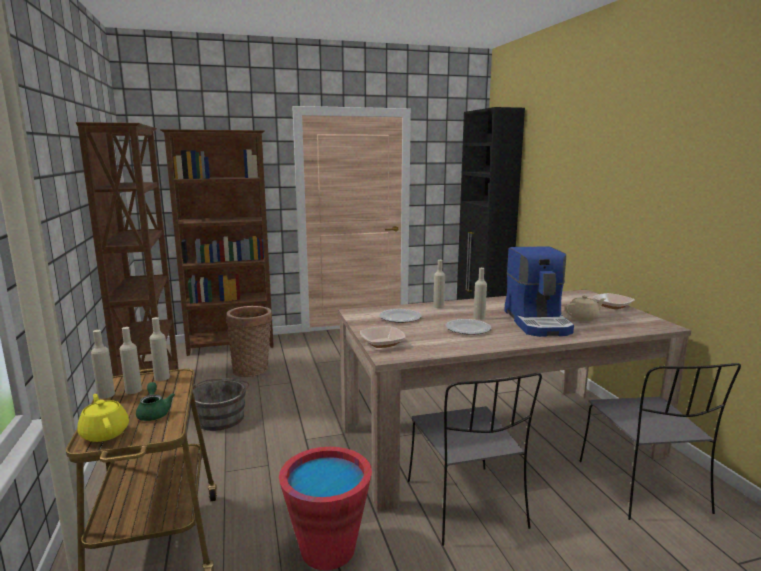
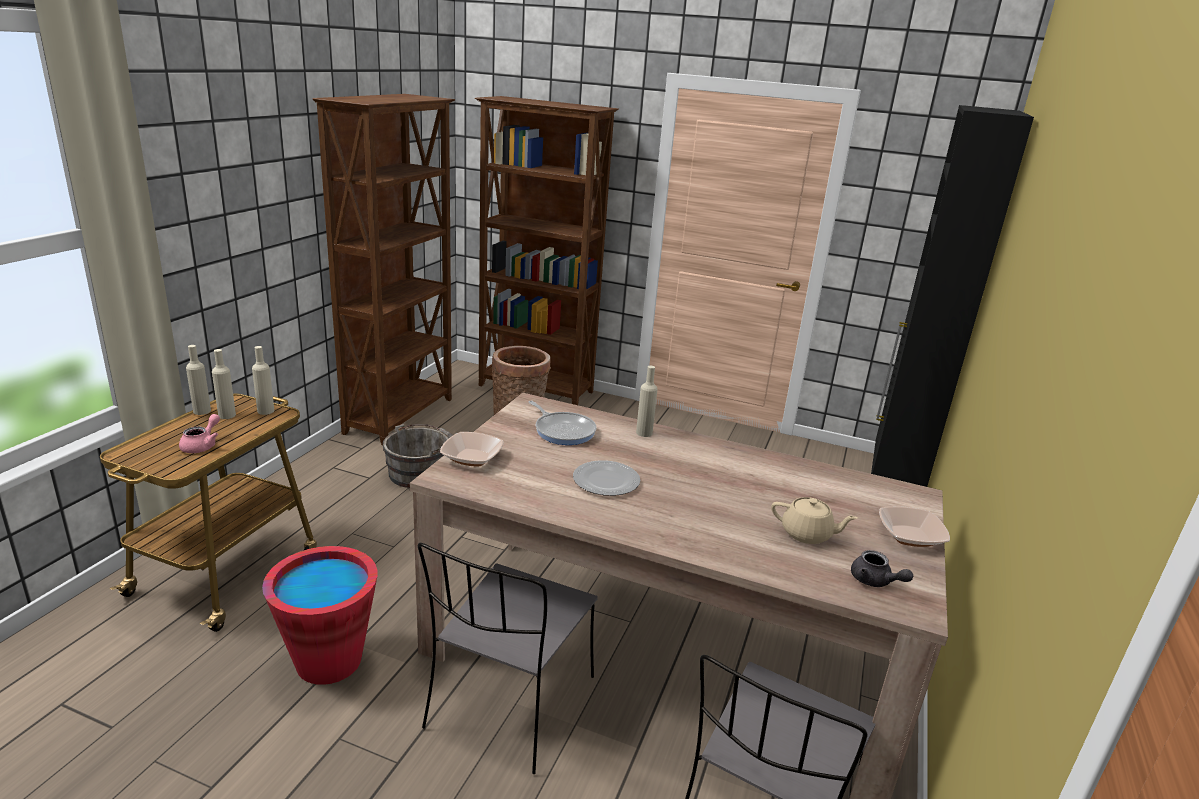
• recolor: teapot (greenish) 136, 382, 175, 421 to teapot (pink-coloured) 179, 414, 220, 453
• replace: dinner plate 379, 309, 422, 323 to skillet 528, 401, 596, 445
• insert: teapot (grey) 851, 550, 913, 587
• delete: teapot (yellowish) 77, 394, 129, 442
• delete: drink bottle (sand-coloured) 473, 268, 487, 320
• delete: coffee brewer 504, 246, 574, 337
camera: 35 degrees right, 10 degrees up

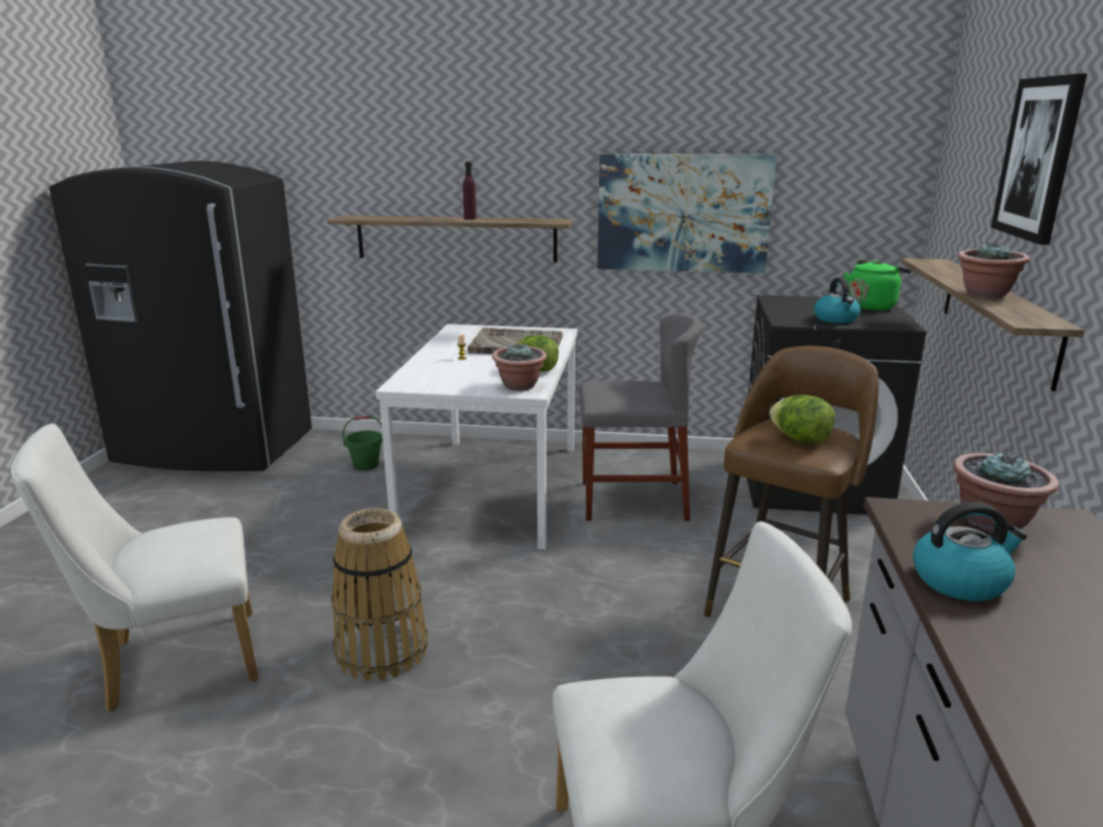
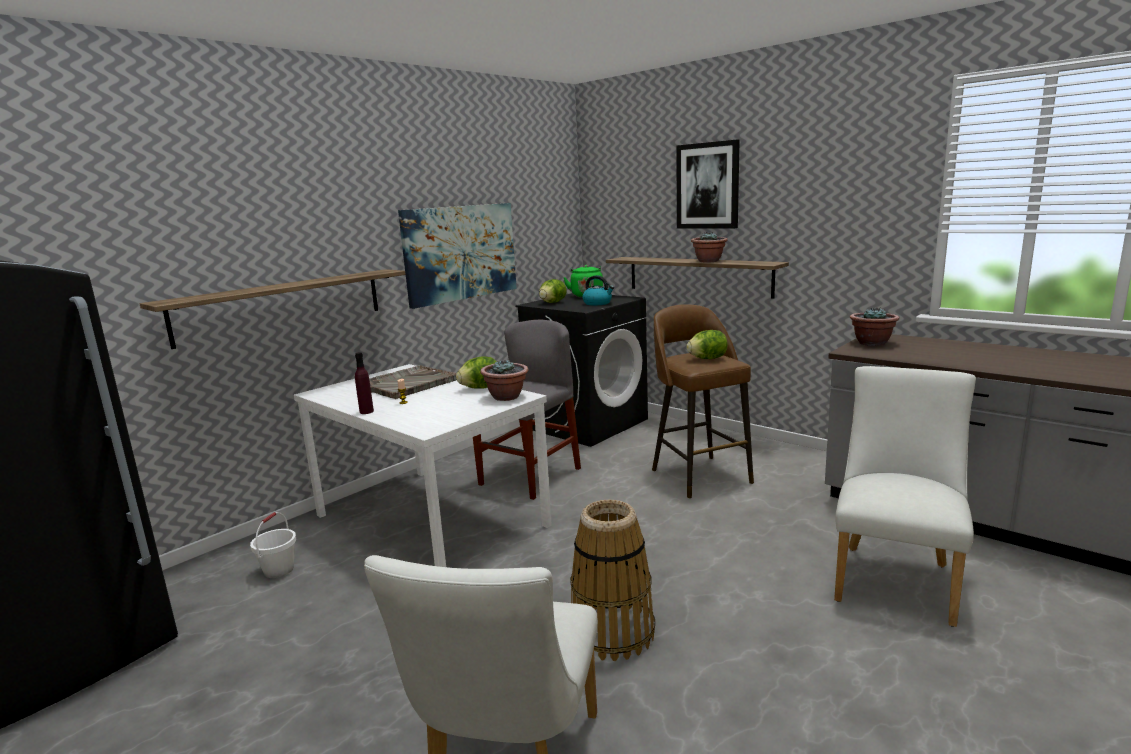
• recolor: water bucket (greenish) 343, 416, 383, 471 to water bucket (white) 250, 512, 296, 578
• move: drink bottle (purplish) 463, 162, 476, 220 to 355, 352, 374, 414
• insert: lettuce 539, 279, 567, 303
• delete: kettle 913, 502, 1027, 601
camera: 55 degrees left, 5 degrees down

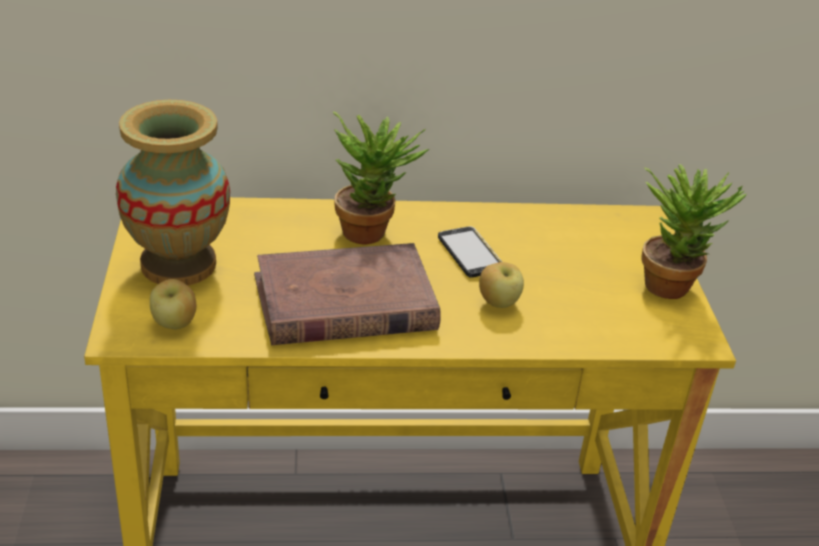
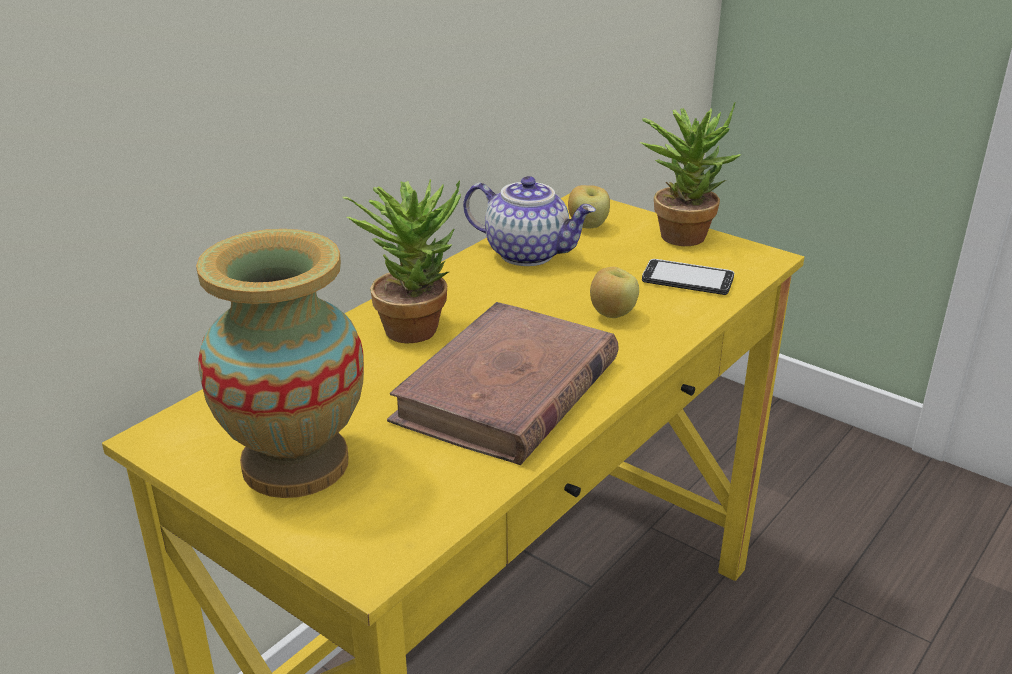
• insert: teapot 463, 176, 596, 266
• move: apple 150, 279, 197, 329 to 568, 185, 610, 229
• move: telephone 438, 226, 502, 278 to 642, 259, 734, 295
camera: 45 degrees left, 5 degrees down

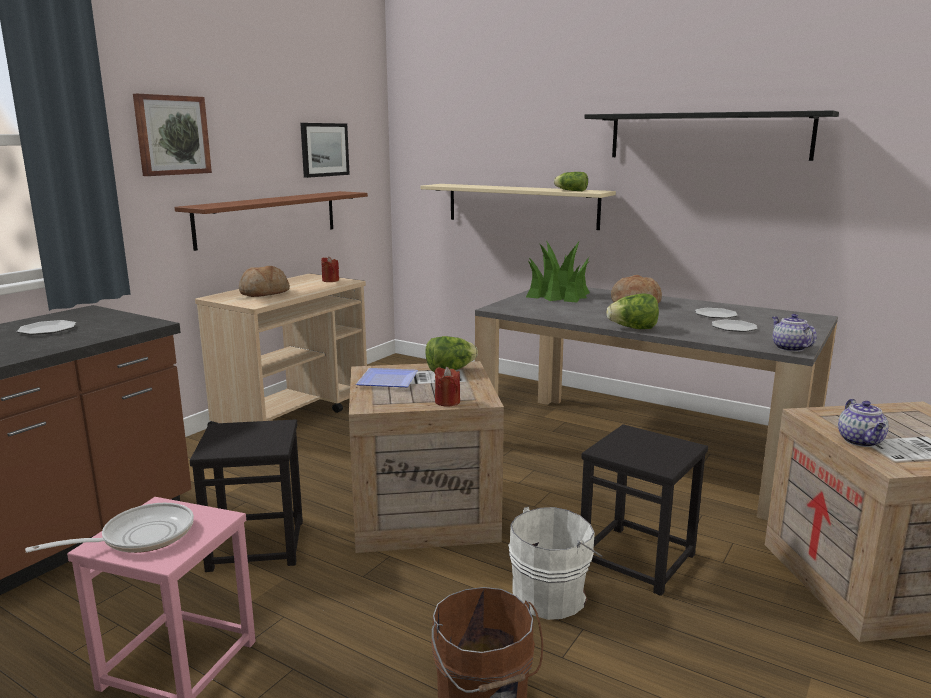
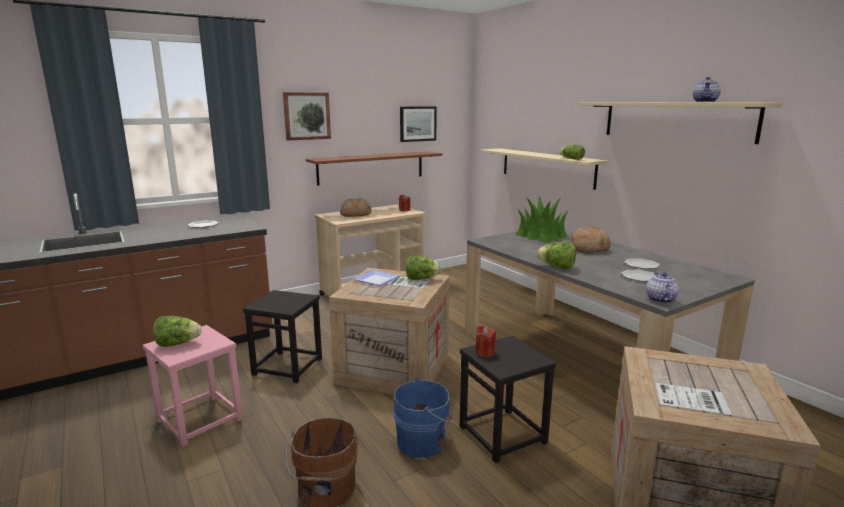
• replace: skillet 25, 503, 194, 553 to lettuce 153, 316, 202, 347
• recolor: water bucket (white) 508, 507, 603, 620 to water bucket (bluish) 393, 378, 453, 458
• move: wax candle (reddish) 434, 367, 460, 407 to 475, 325, 496, 357
• recolor: wall shelf (blackish) 584, 110, 839, 161 to wall shelf (sand-coloured) 580, 102, 783, 144
• move: teapot 838, 399, 889, 447 to 693, 77, 721, 102
camera: 25 degrees right, 0 degrees up

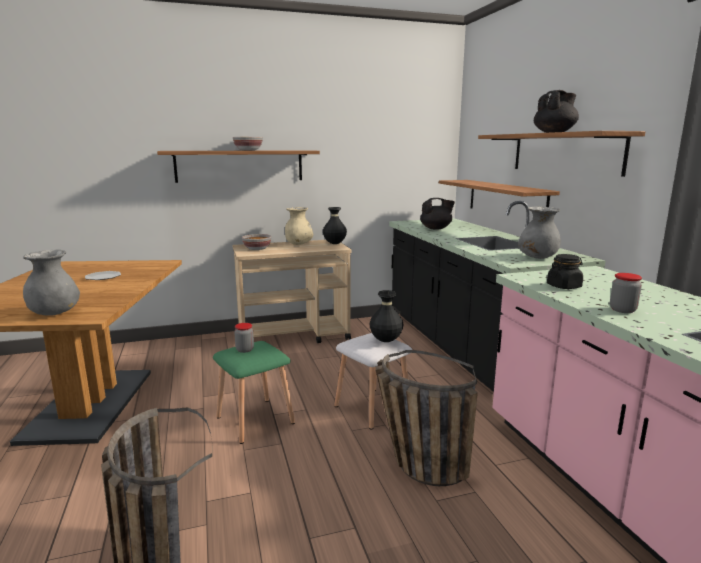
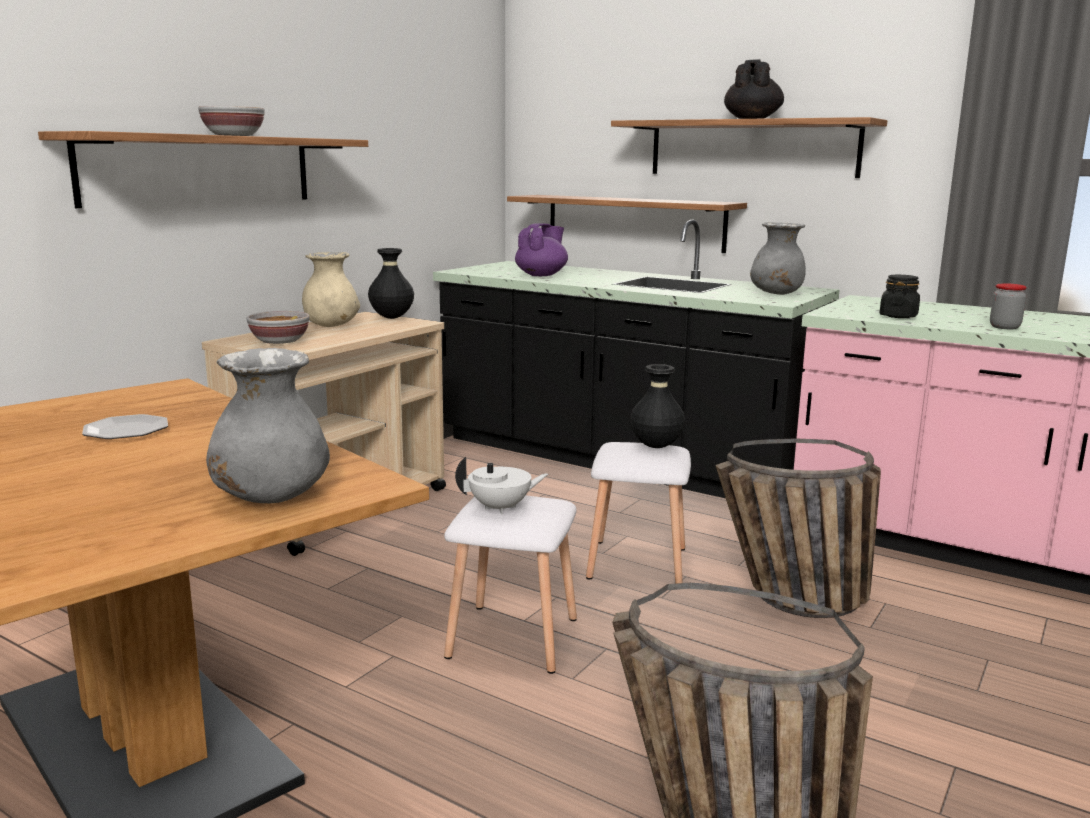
• recolor: stool seat (greenish) 213, 341, 295, 444 to stool seat (white) 444, 495, 577, 674
• replace: storage jar 234, 323, 254, 353 to teapot (white) 455, 457, 548, 515
• recolor: teapot (blackish) 420, 198, 455, 230 to teapot (purplish) 515, 223, 568, 276
camera: 40 degrees left, 0 degrees up

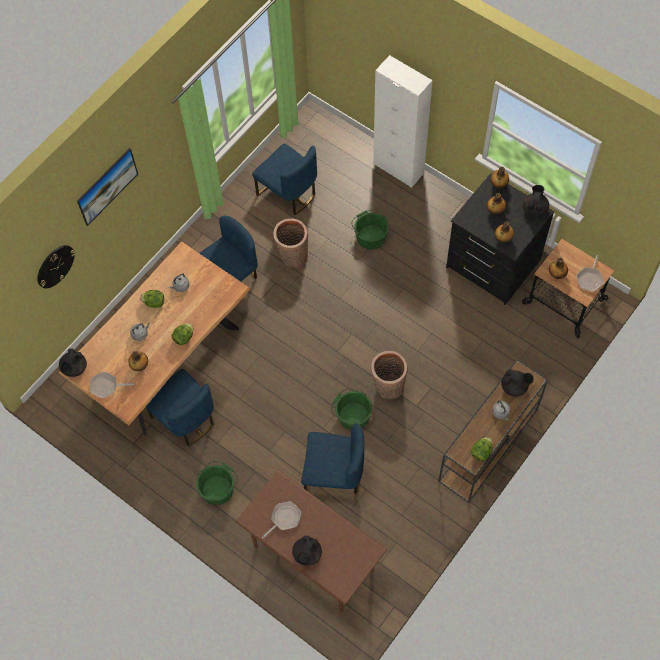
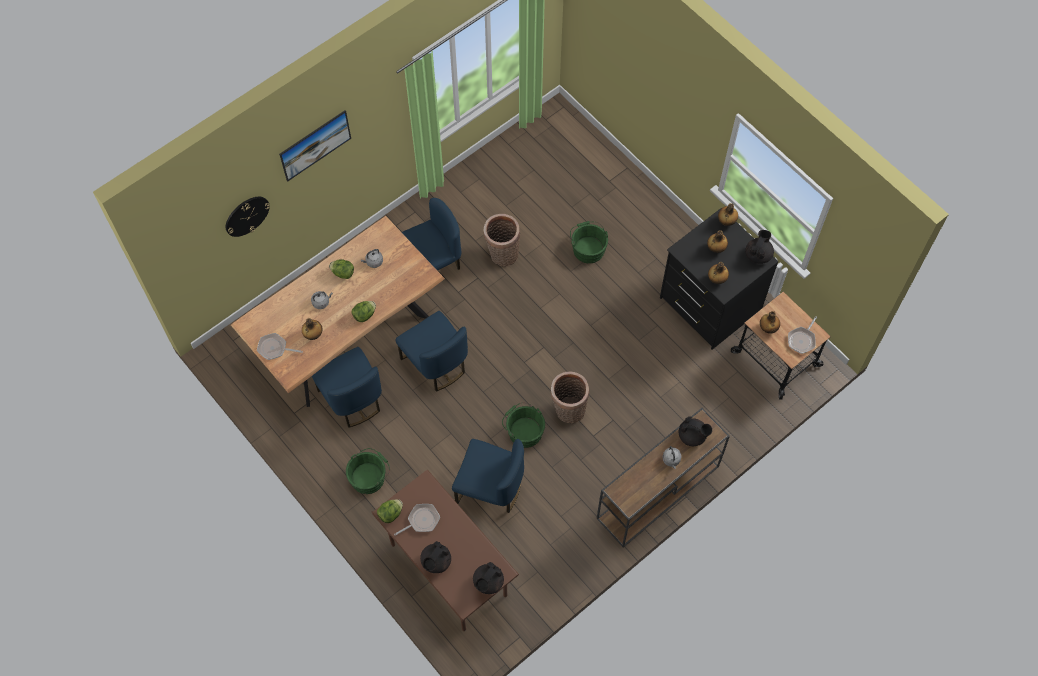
• move: lettuce 471, 437, 493, 461 to 377, 499, 403, 523
• move: upright chair (bluish) 252, 144, 317, 215 to 395, 311, 468, 392
• move: teapot (blackish) 59, 348, 87, 377 to 473, 562, 504, 594
• delete: cupboard (white) 373, 55, 433, 188
camera: 10 degrees right, 0 degrees up

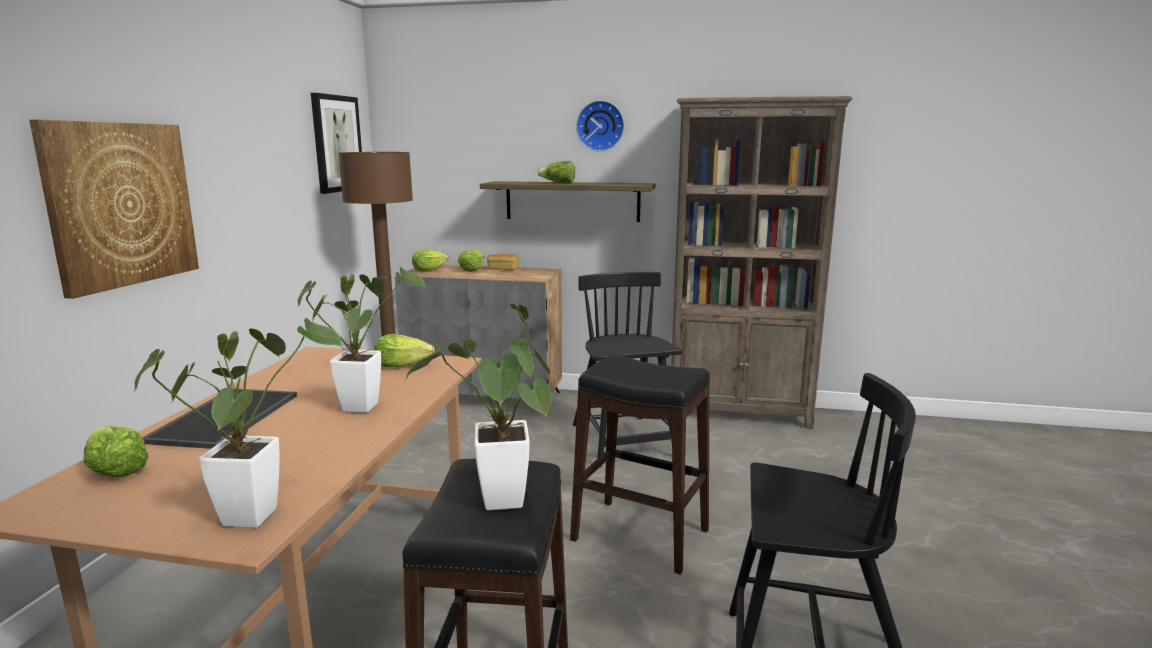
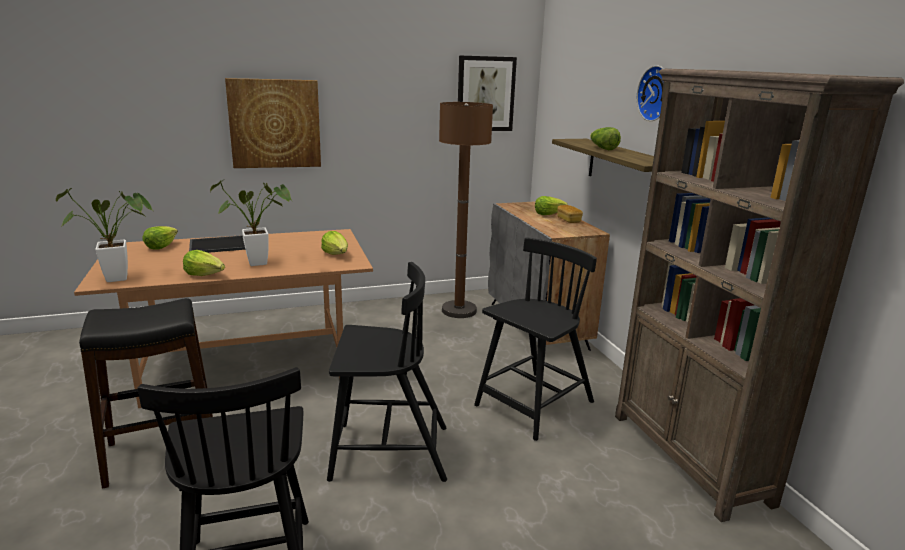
• move: lettuce 412, 250, 448, 271 to 183, 250, 225, 276
• replace: stool seat (blackish) 570, 354, 710, 575 to upright chair (blackish) 327, 262, 447, 482
• delete: plant in a pot 406, 303, 552, 510
camera: 60 degrees right, 5 degrees up

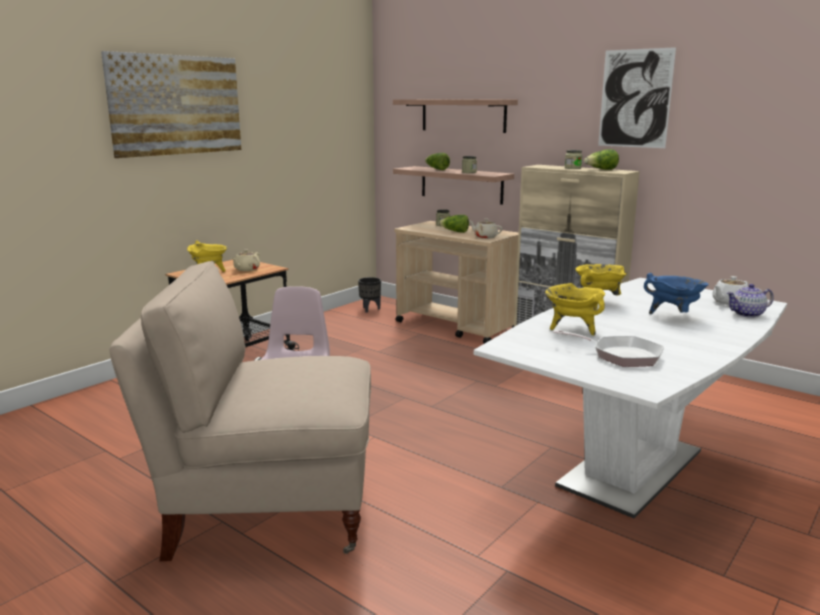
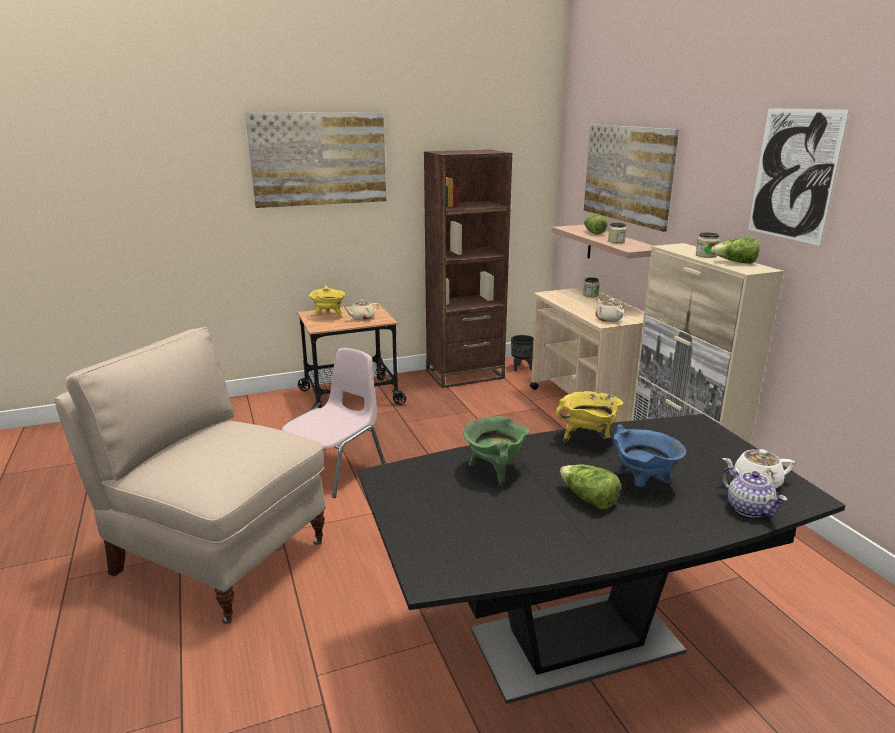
• recolor: dinner table (white) 474, 278, 787, 518 to dinner table (blackish) 357, 414, 846, 704
• insert: shelving unit (brownish) 424, 150, 512, 388
• recolor: cooking pot (yellowish) 545, 283, 605, 335 to cooking pot (greenish) 463, 416, 530, 487
• move: lettuce 439, 215, 469, 233 to 560, 465, 621, 509
• replace: wall shelf 393, 99, 518, 133 to picture 584, 124, 679, 232
• rotate: teapot 727, 284, 774, 318 = 722, 467, 787, 518 135 degrees counterclockwise
• delete: skillet 553, 330, 663, 367
camera: 30 degrees right, 5 degrees up

